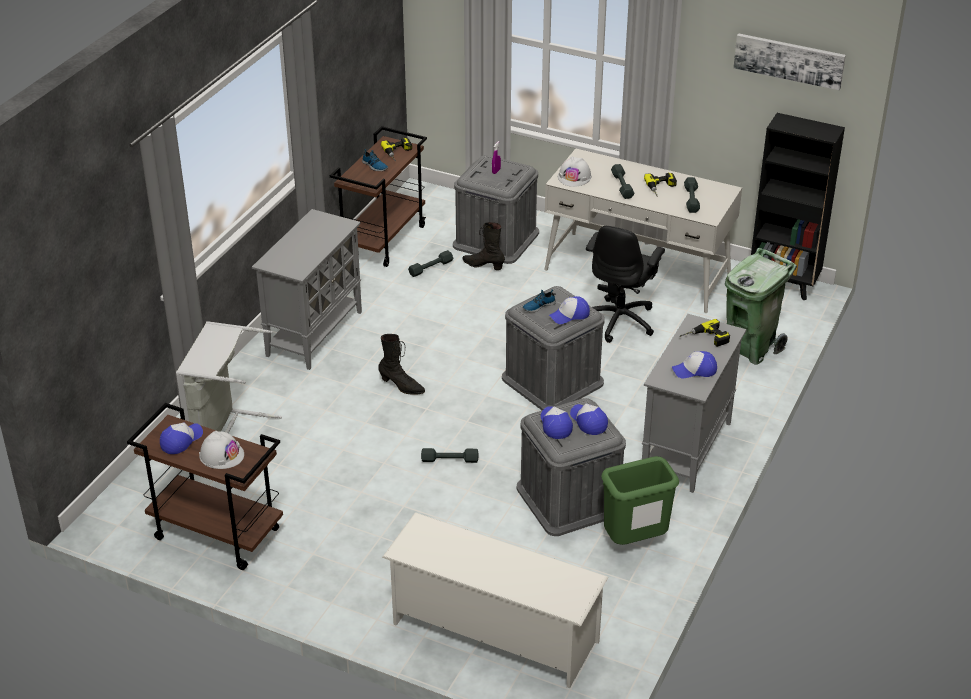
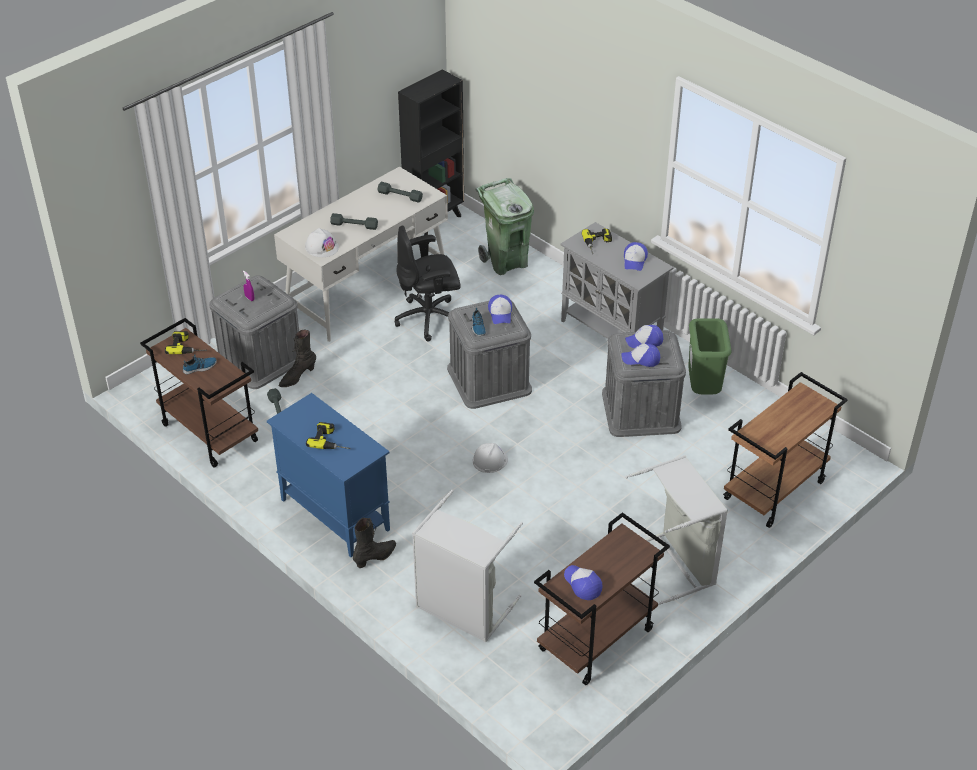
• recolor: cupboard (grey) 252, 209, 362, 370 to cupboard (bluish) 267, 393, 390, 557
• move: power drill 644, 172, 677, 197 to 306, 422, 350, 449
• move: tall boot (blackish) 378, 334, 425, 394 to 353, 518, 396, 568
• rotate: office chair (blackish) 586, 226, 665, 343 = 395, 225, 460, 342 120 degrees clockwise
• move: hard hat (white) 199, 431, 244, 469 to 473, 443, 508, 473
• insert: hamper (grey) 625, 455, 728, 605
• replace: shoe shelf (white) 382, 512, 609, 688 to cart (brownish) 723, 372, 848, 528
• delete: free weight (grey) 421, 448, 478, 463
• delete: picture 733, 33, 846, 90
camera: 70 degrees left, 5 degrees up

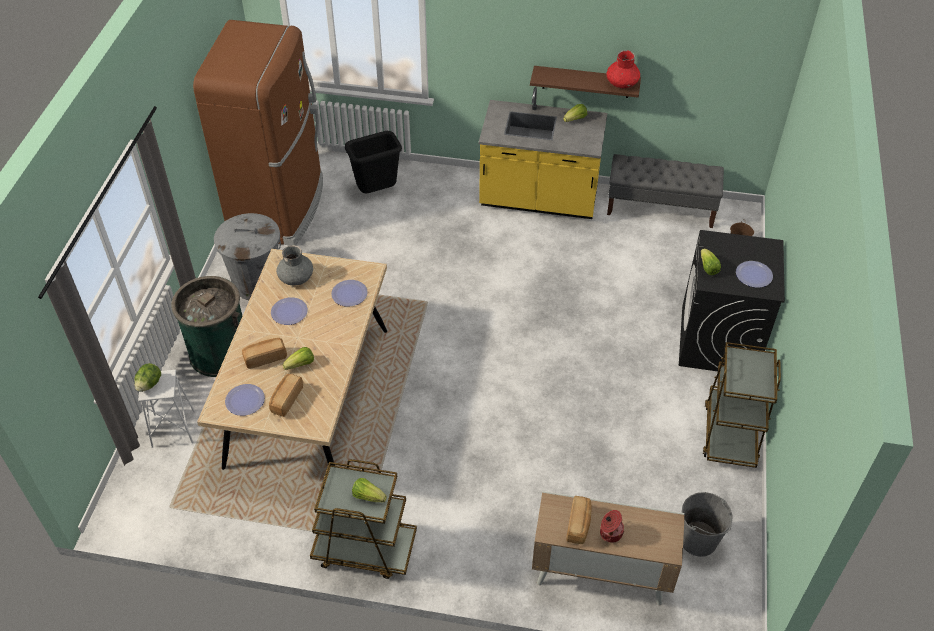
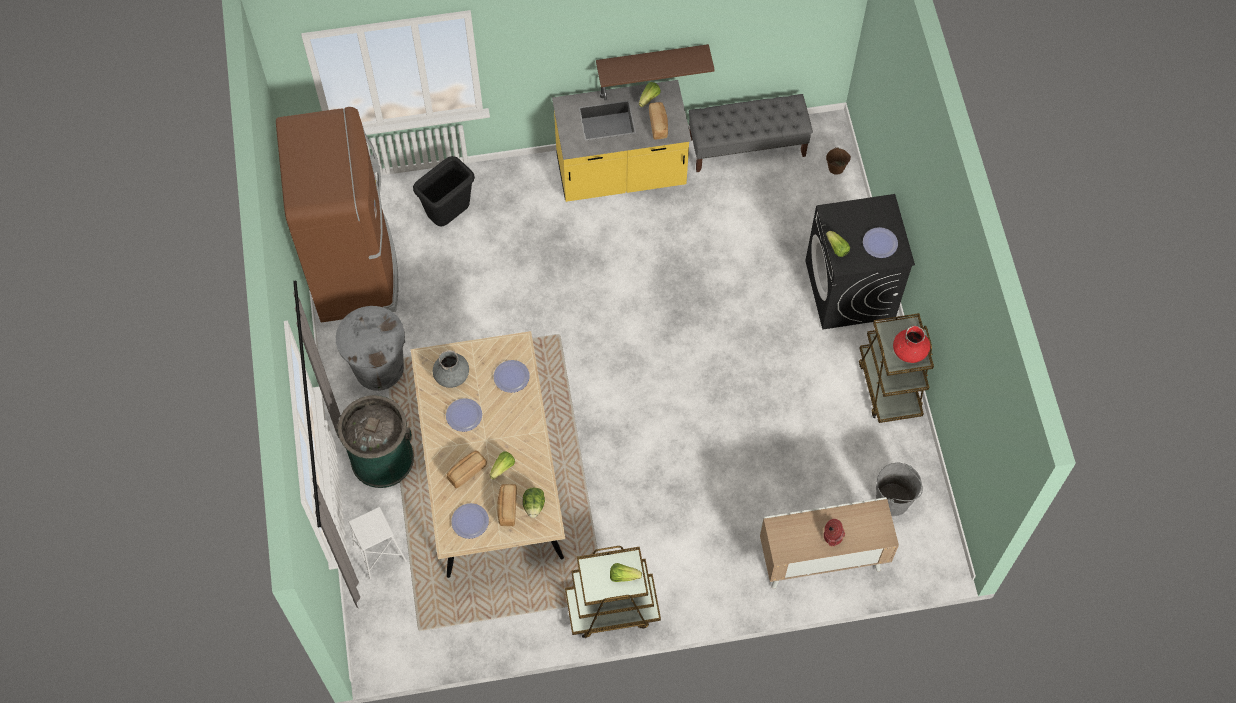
• move: lettuce 134, 363, 161, 392 to 523, 488, 545, 518
• move: bread 566, 496, 591, 544 to 649, 102, 668, 140
• move: flower vase (reddish) 606, 50, 640, 88 to 893, 326, 930, 363
camera: 20 degrees left, 15 degrees up

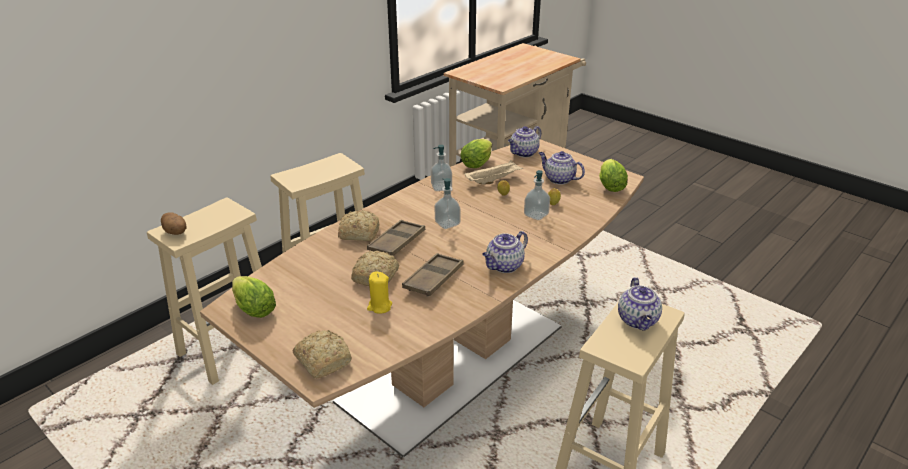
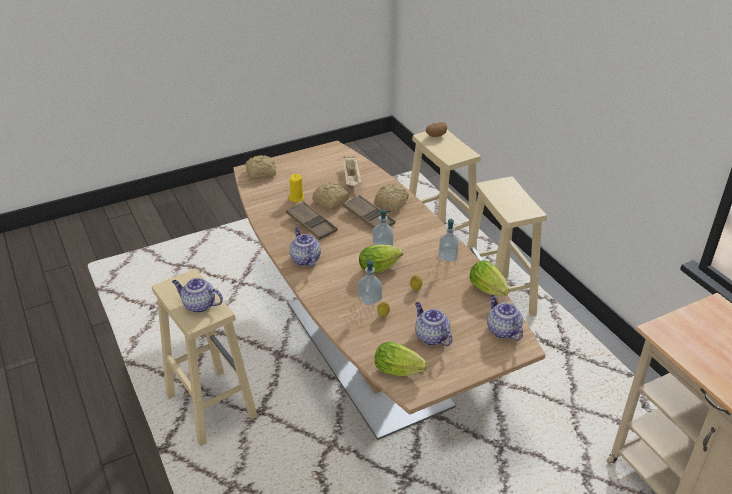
• move: tray (sand-coloured) 464, 160, 523, 184 to 343, 156, 362, 186
• move: lettuce 232, 276, 276, 318 to 359, 245, 403, 273
• rotate: teapot 539, 151, 585, 185 = 415, 302, 452, 346 90 degrees counterclockwise
camera: 110 degrees right, 5 degrees up

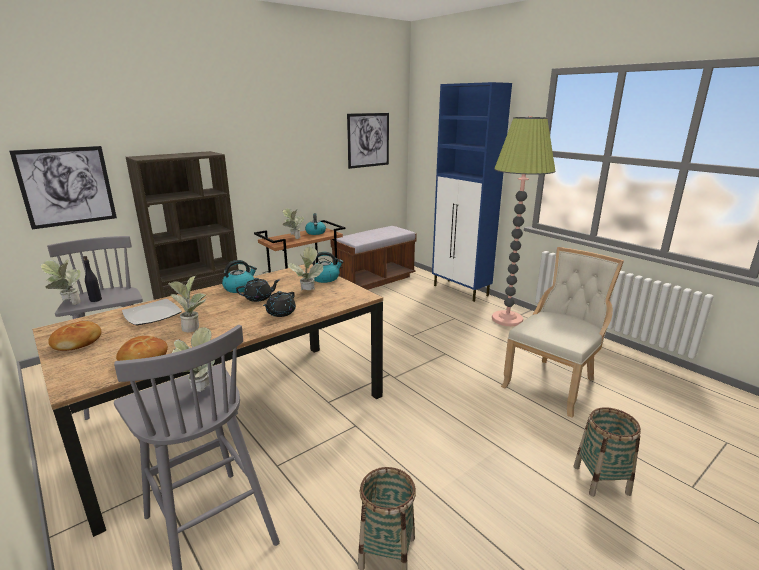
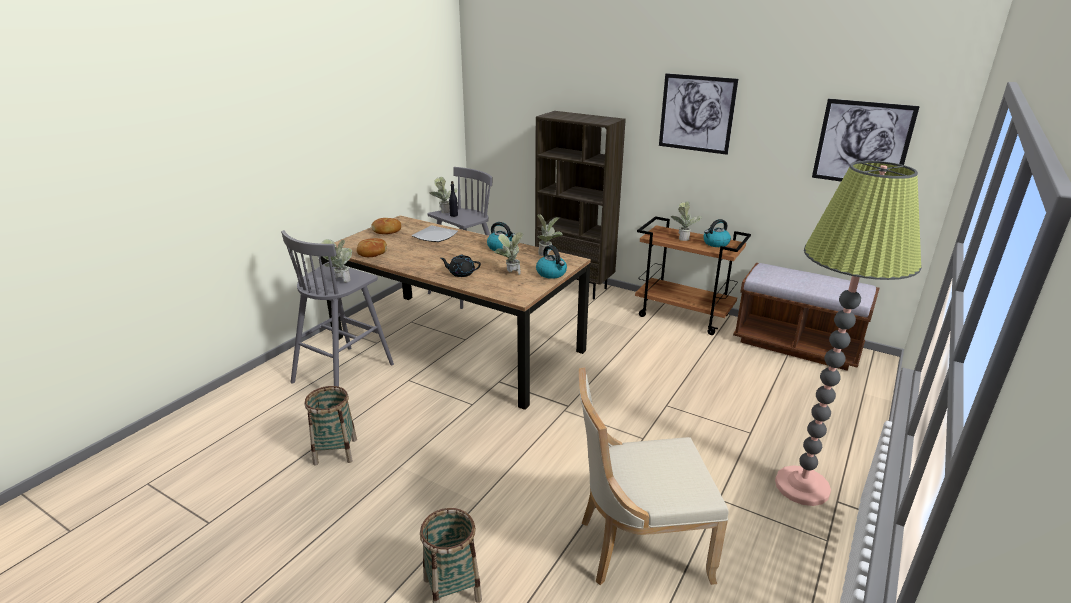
• move: plant in a pot 168, 276, 207, 332 to 537, 214, 563, 256
• rotate: upright chair (sand-coloured) 501, 247, 624, 418 = 579, 367, 728, 585 150 degrees clockwise
• move: picture 9, 146, 117, 229 to 659, 73, 738, 155
• delete: teapot (blackish) 236, 278, 280, 302
• delete: cupboard (bluish) 432, 82, 512, 302
camera: 70 degrees right, 5 degrees up

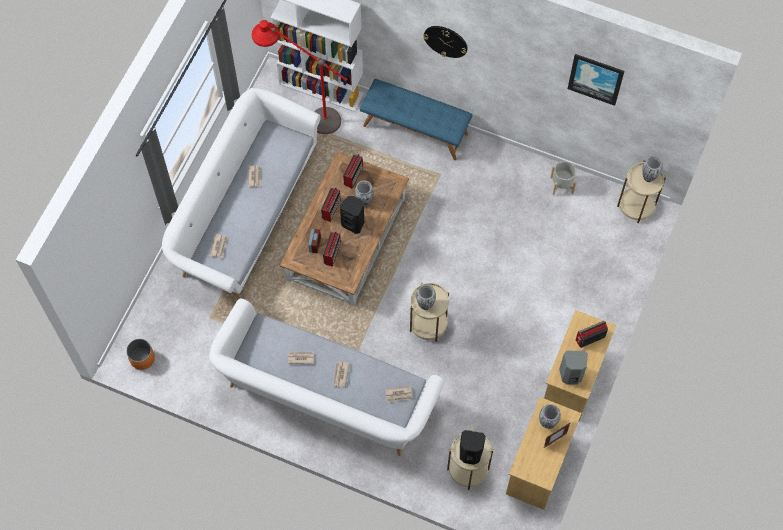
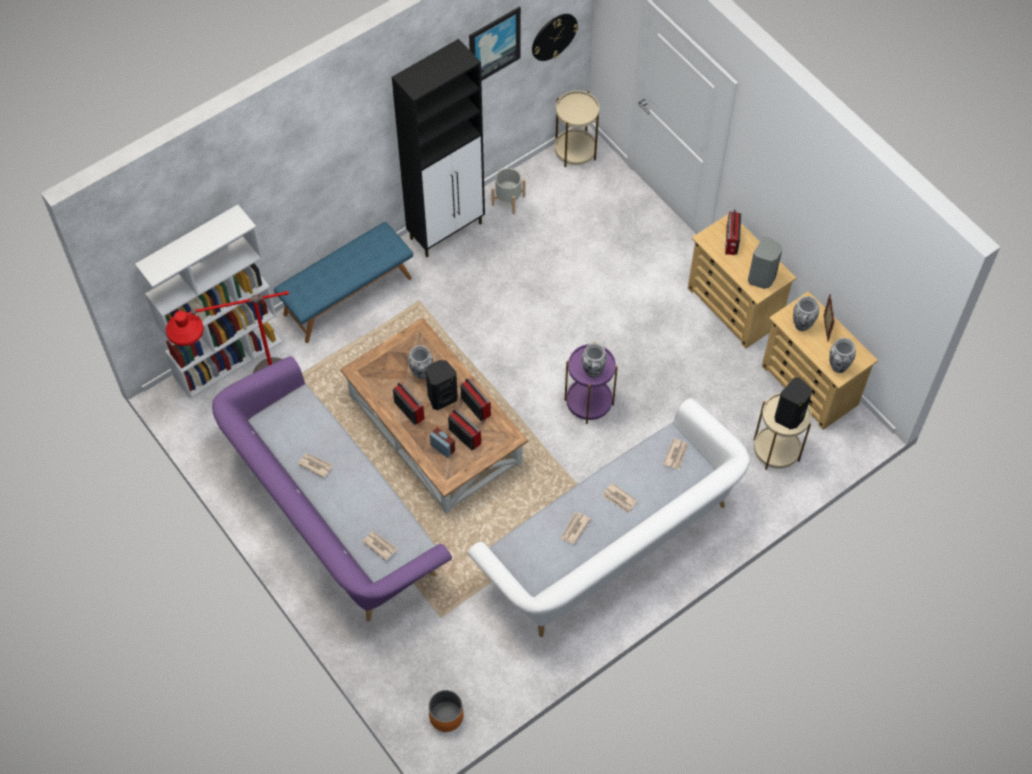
• recolor: couch (white) 162, 88, 321, 299 to couch (purplish) 212, 356, 452, 622
• insert: cupboard (blackish) 392, 39, 485, 257
• move: radio receiver 343, 154, 363, 188 to 460, 378, 491, 421
• move: clock on the wall 424, 26, 468, 58 to 532, 14, 578, 61
• recolor: accent table (sand-coloured) 410, 283, 449, 341 to accent table (purplish) 564, 342, 618, 424
• move: flower vase 642, 156, 662, 182 to 829, 338, 856, 373
camera: 60 degrees left, 5 degrees down

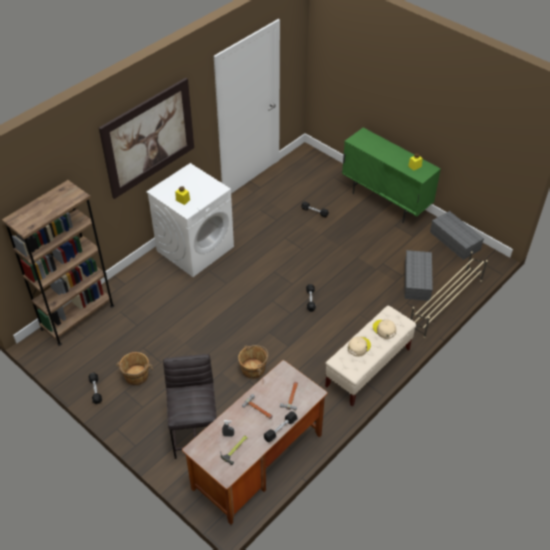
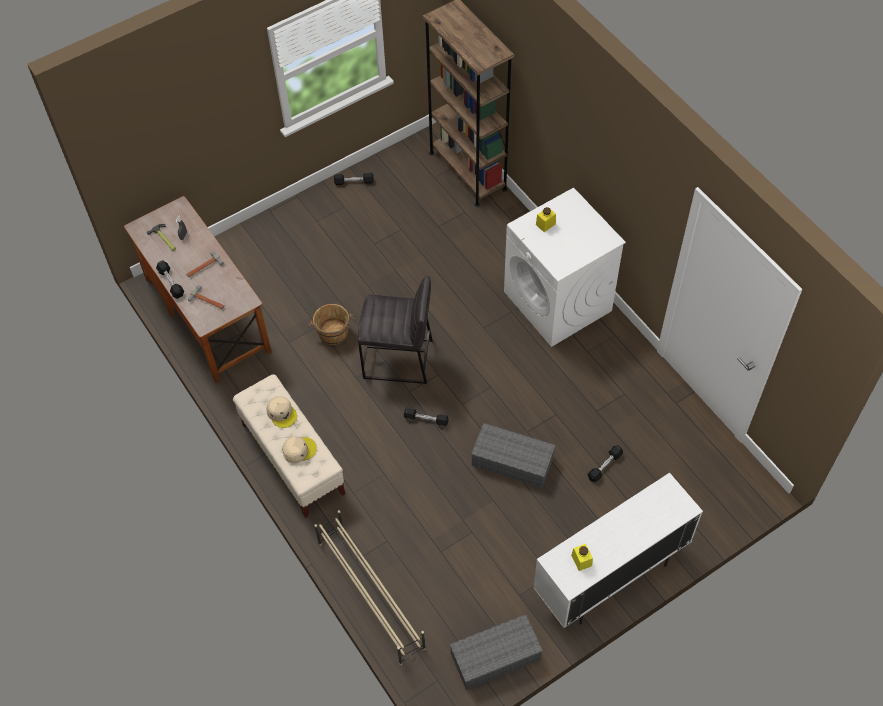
• move: stool seat (grey) 163, 354, 217, 459 to 358, 276, 433, 384
• move: storage container (grey) 404, 250, 433, 301 to 471, 423, 555, 488
• recolor: cupboard (greenish) 342, 128, 441, 223 to cupboard (white) 533, 473, 703, 628
• delete: picture 99, 78, 194, 199
• delete: water bucket (brownish) 116, 352, 153, 385
camera: 105 degrees right, 10 degrees up

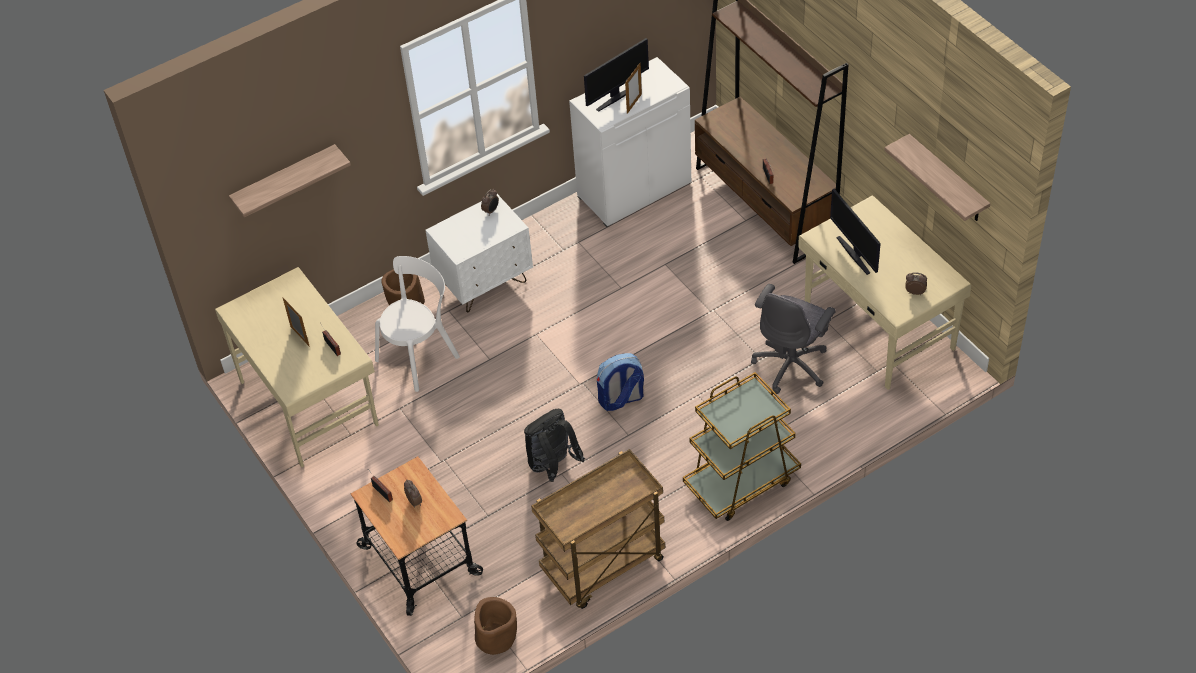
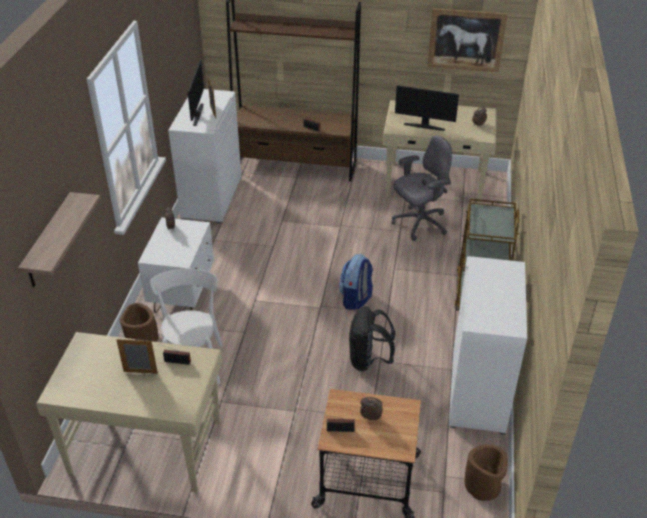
• rotate: office chair (grey) 751, 284, 836, 394 = 392, 136, 452, 241 105 degrees counterclockwise
• replace: wall shelf 884, 134, 990, 221 to picture 427, 8, 507, 72
• replace: cart (brownish) 531, 449, 665, 609 to cupboard (white) 449, 256, 527, 435
camera: 50 degrees left, 10 degrees down

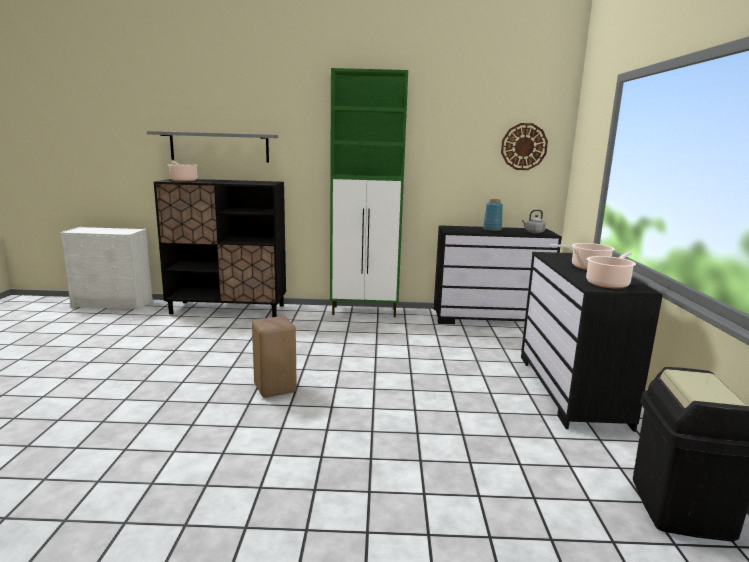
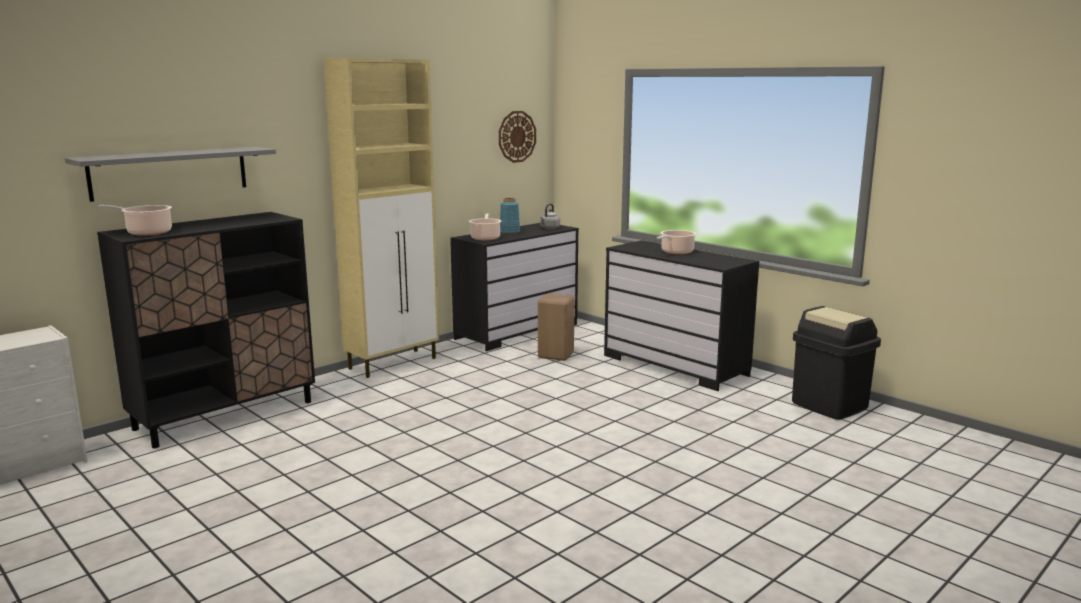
• recolor: cupboard (greenish) 330, 68, 408, 317 to cupboard (sand-coloured) 324, 58, 439, 378
• move: cooking pot 586, 252, 636, 288 to 469, 214, 501, 240
• move: stool seat (sand-coloured) 252, 316, 297, 398 to 538, 293, 575, 361
camera: 45 degrees left, 0 degrees up

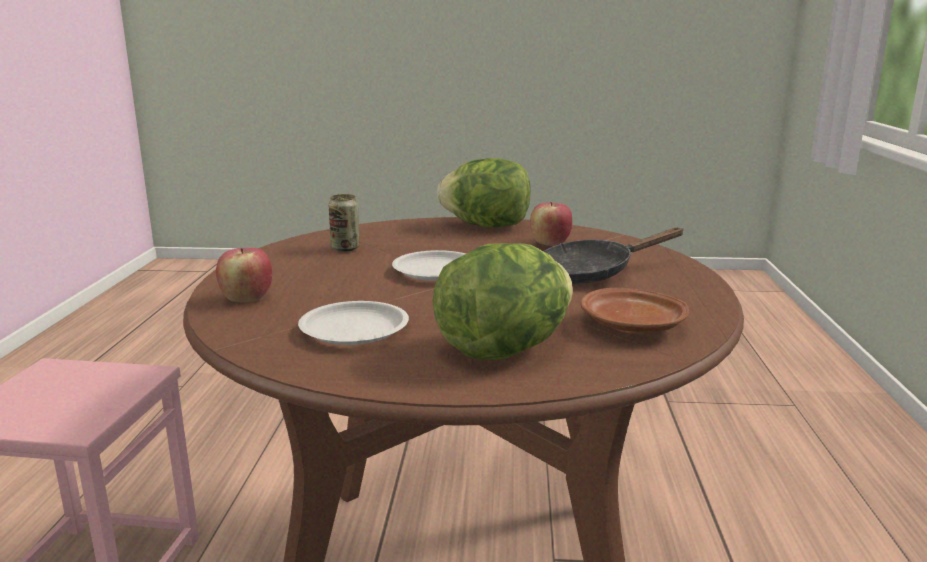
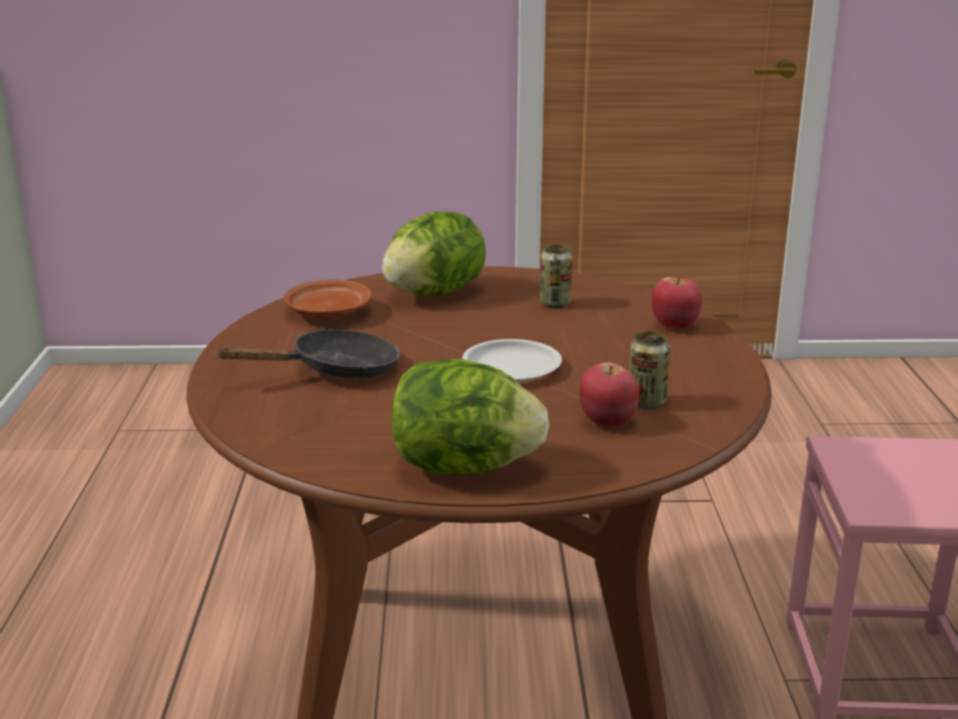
• replace: dinner plate (white) 298, 301, 409, 345 to can 540, 244, 573, 308
• move: apple 530, 202, 572, 246 to 579, 362, 639, 428
camera: 175 degrees right, 5 degrees up

